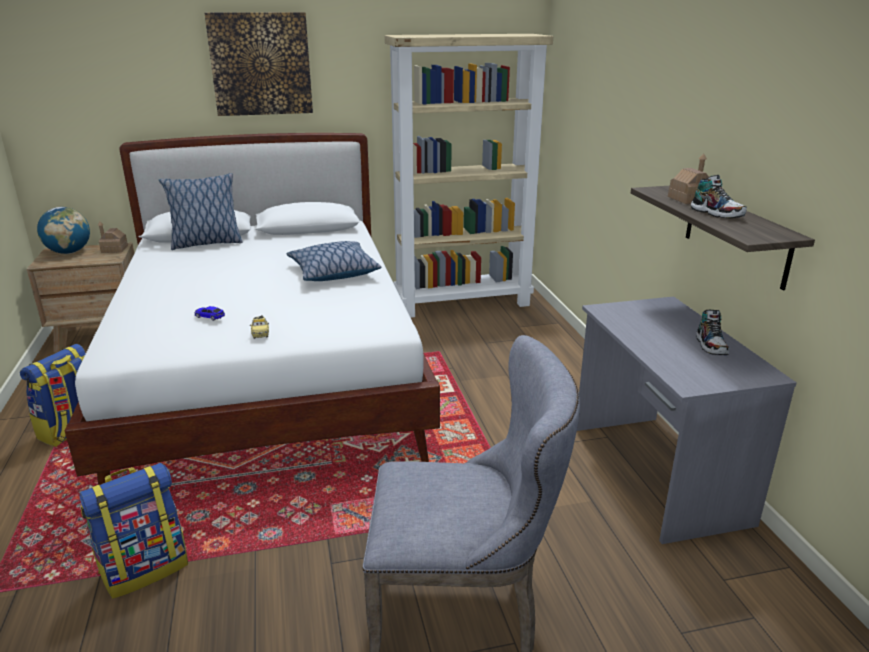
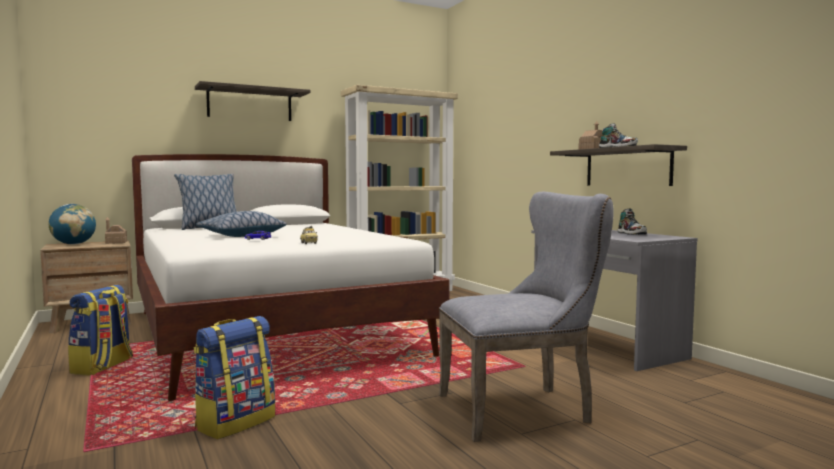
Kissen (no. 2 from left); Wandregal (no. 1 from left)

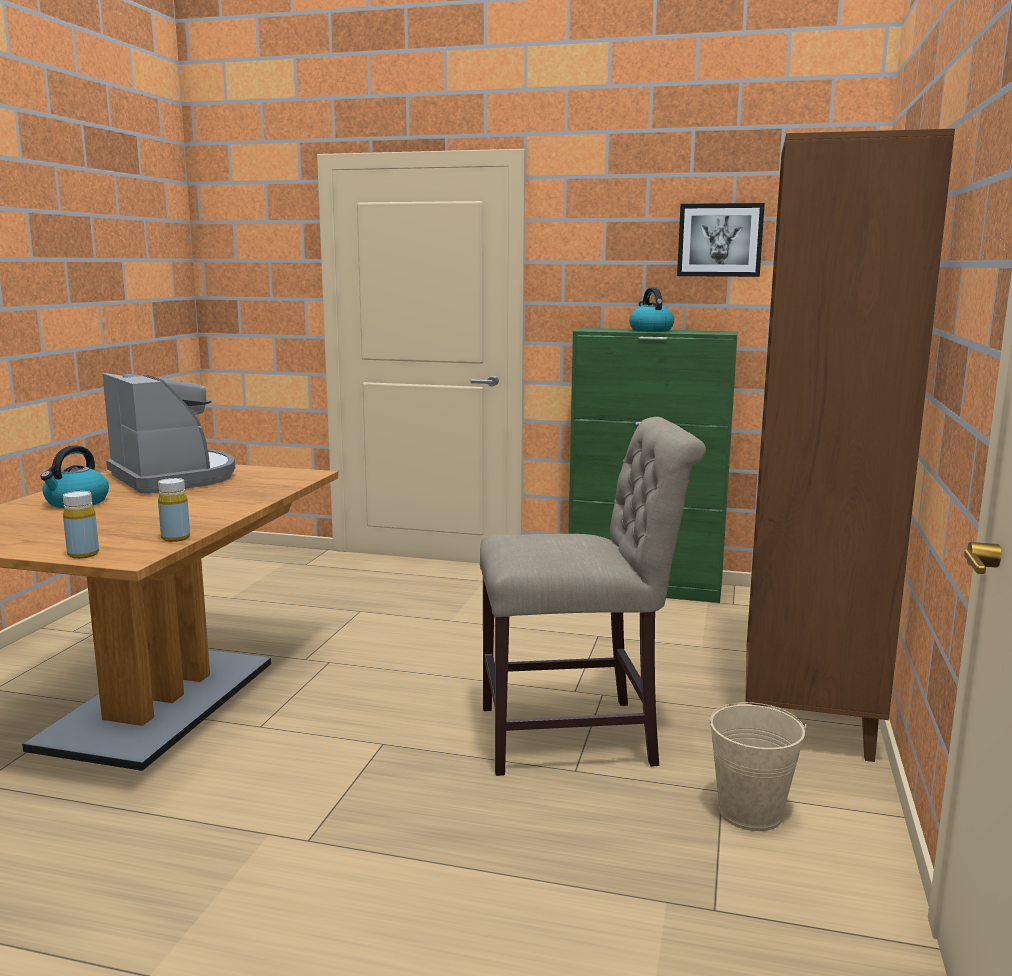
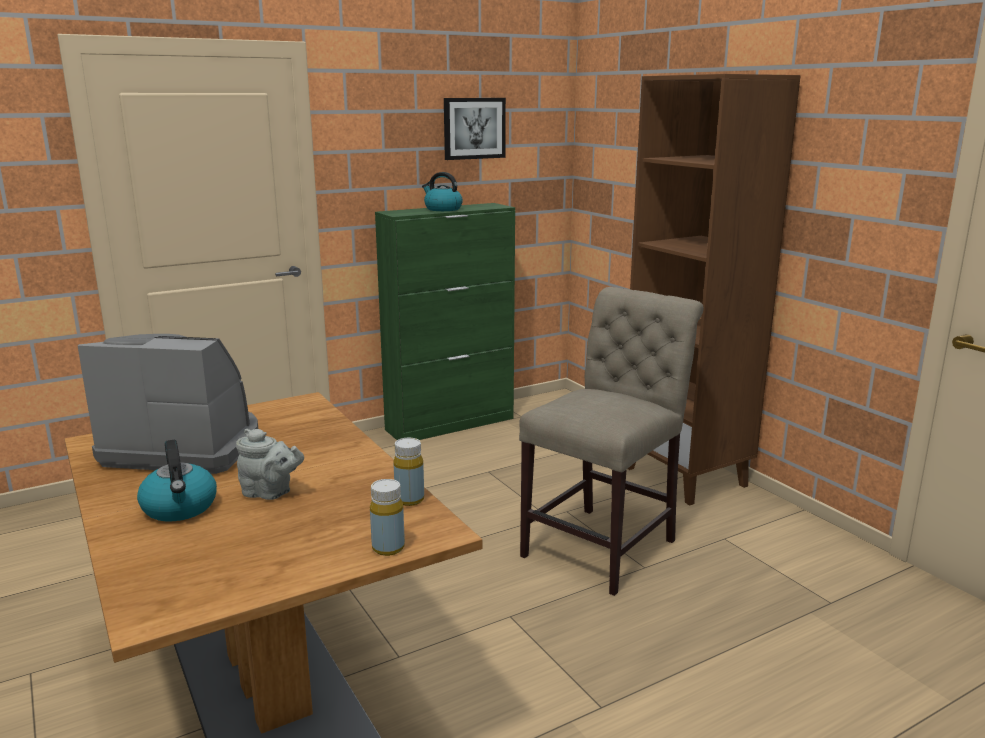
Eimer/beige; Teekanne/grau

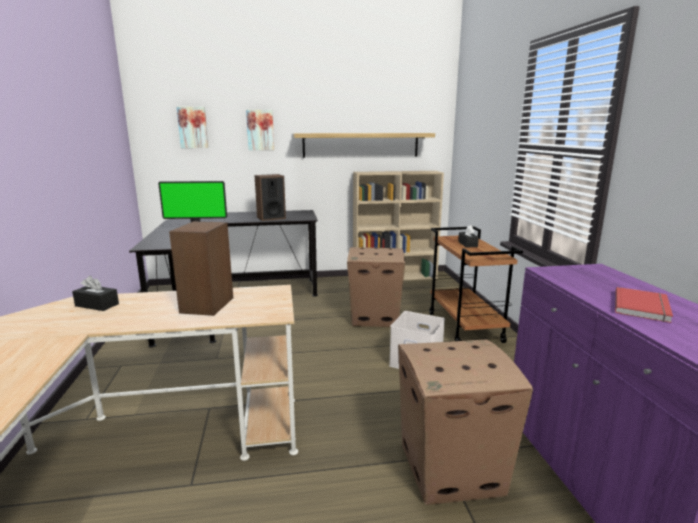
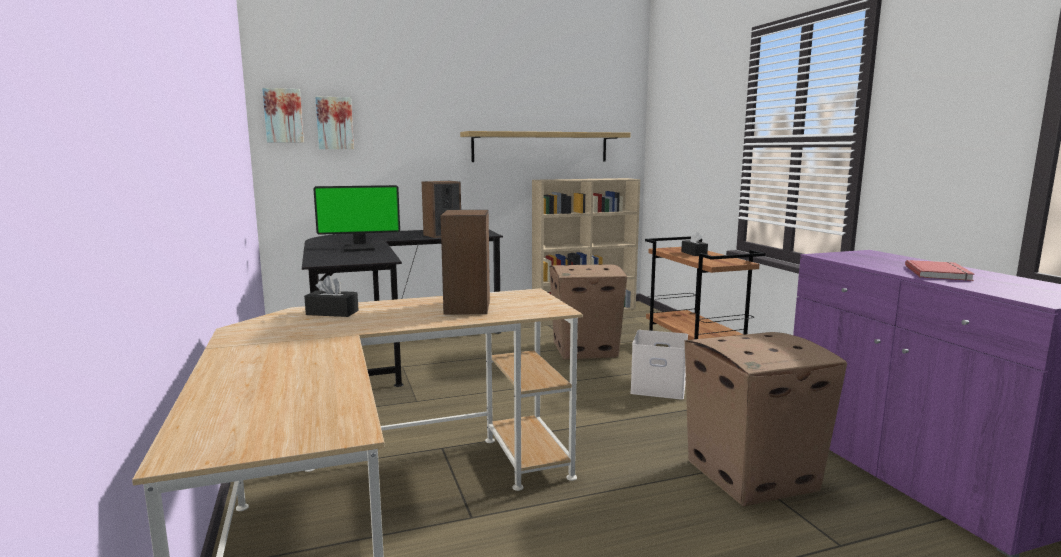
Bild (no. 1 from left)

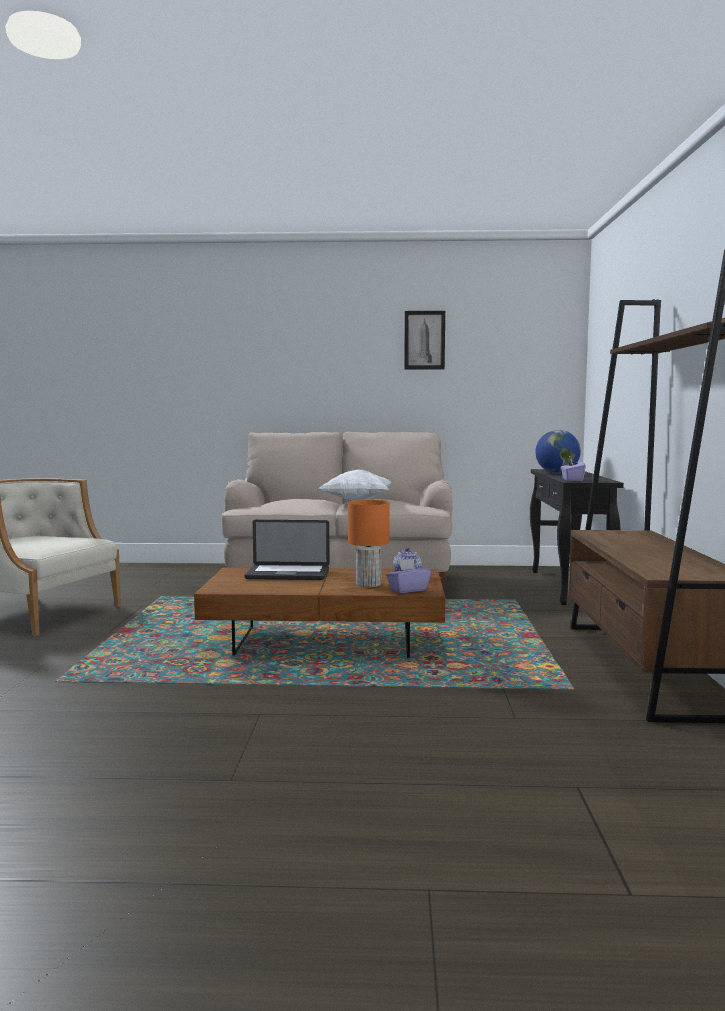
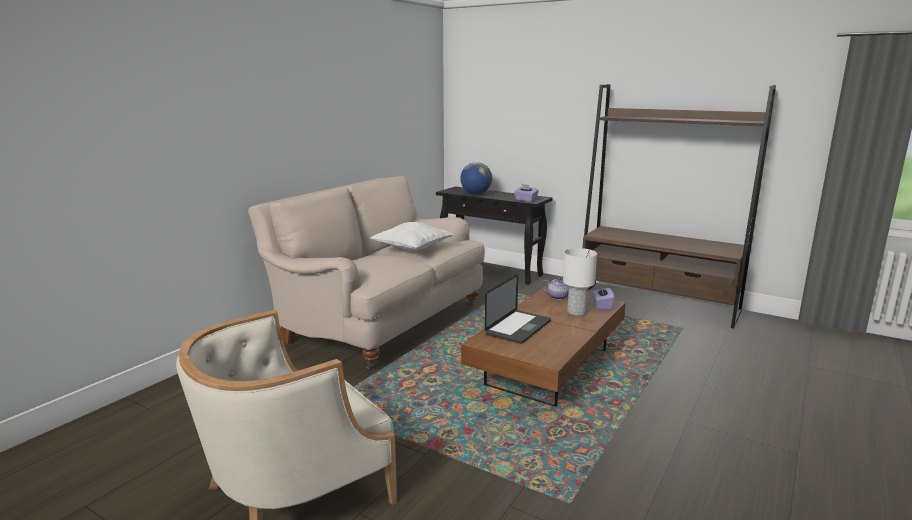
Bild; Tischlampe/weiß

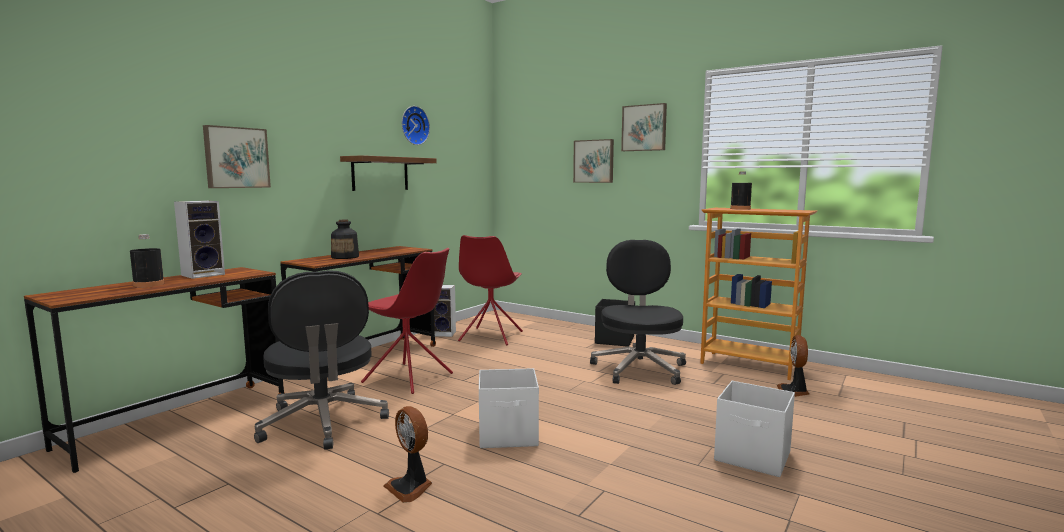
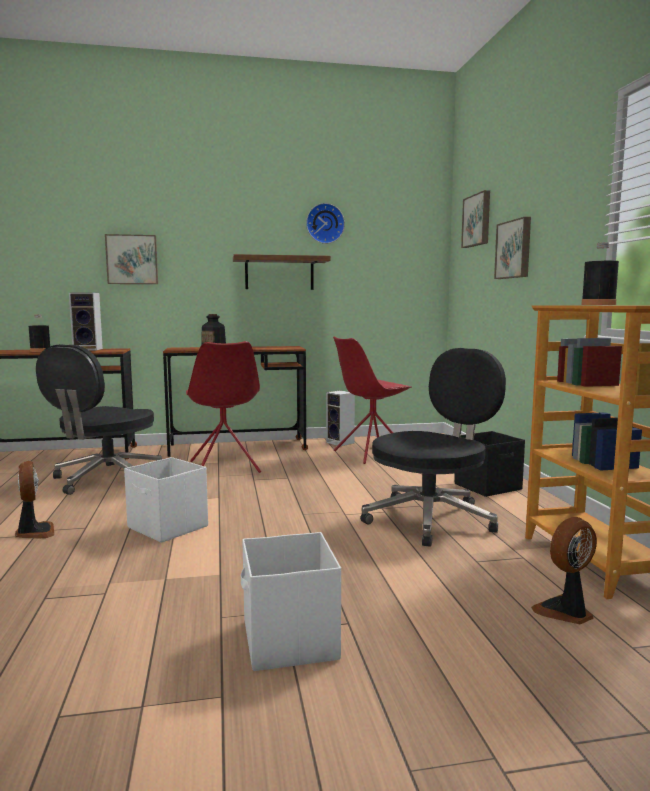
Bild (no. 2 from left); Ventilator (no. 1 from left)

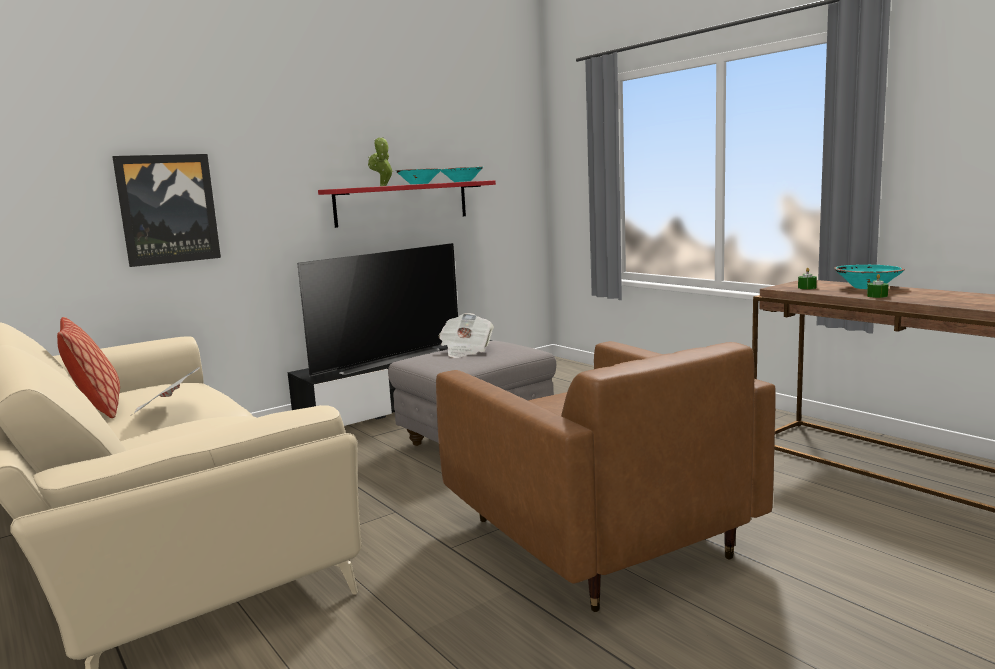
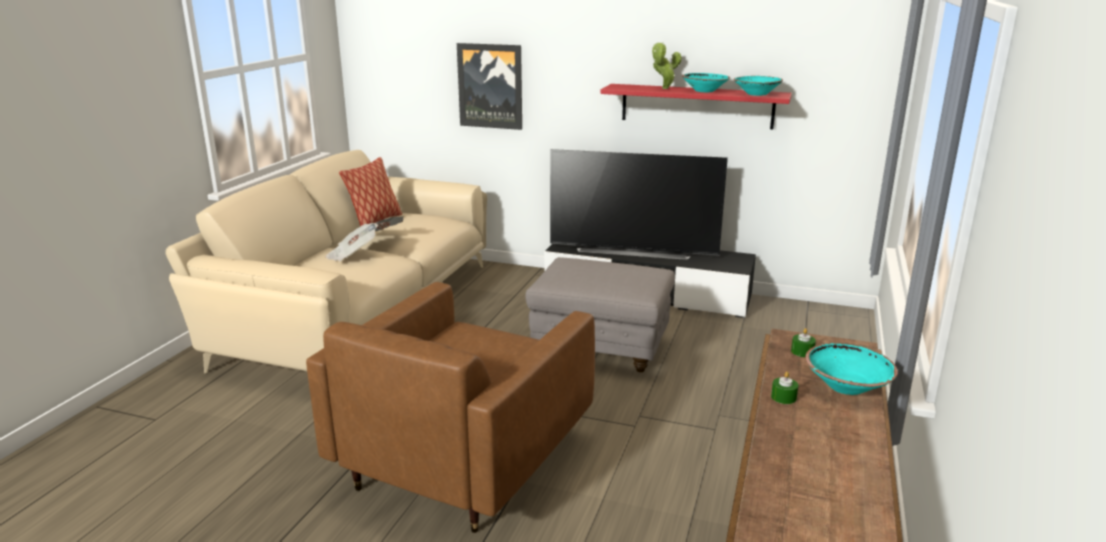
Zeitung (no. 1 from left)

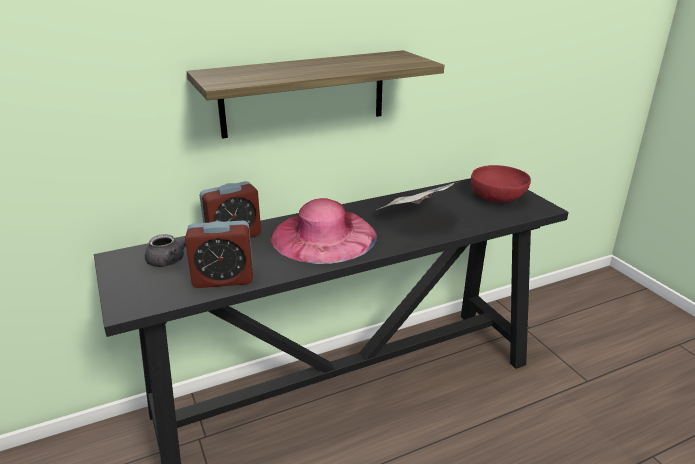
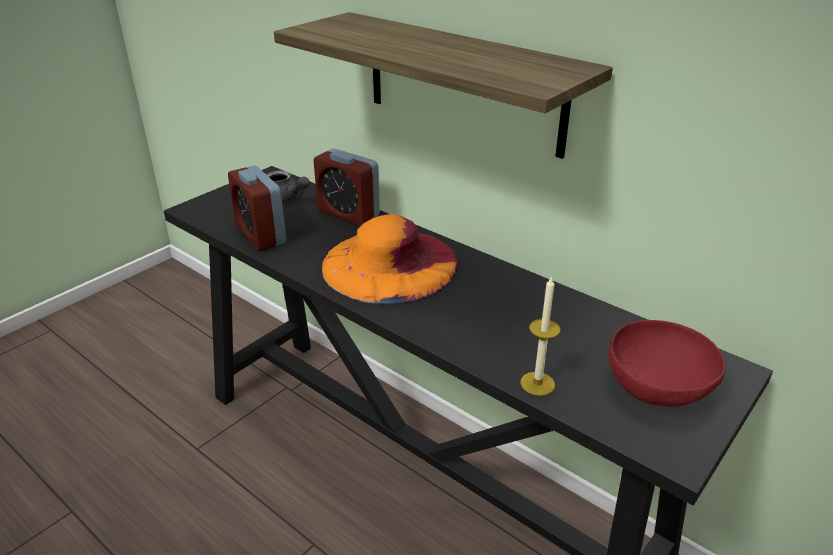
Zeitung; Kerze; Hut/orange

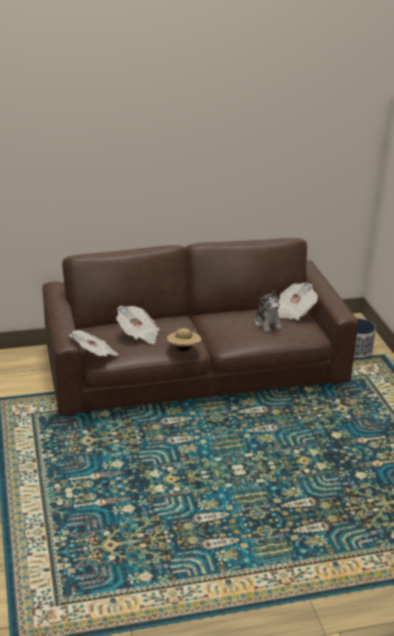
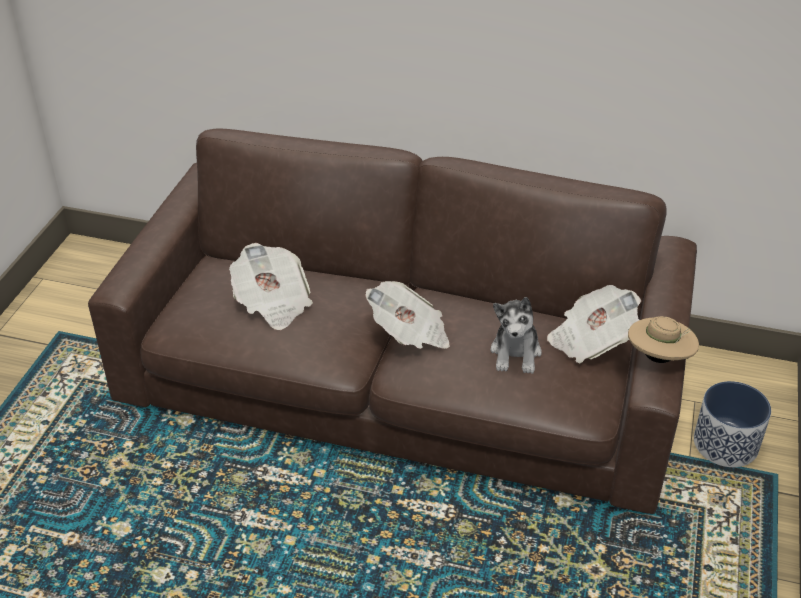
Zeitung (no. 2 from left); Hut/beige

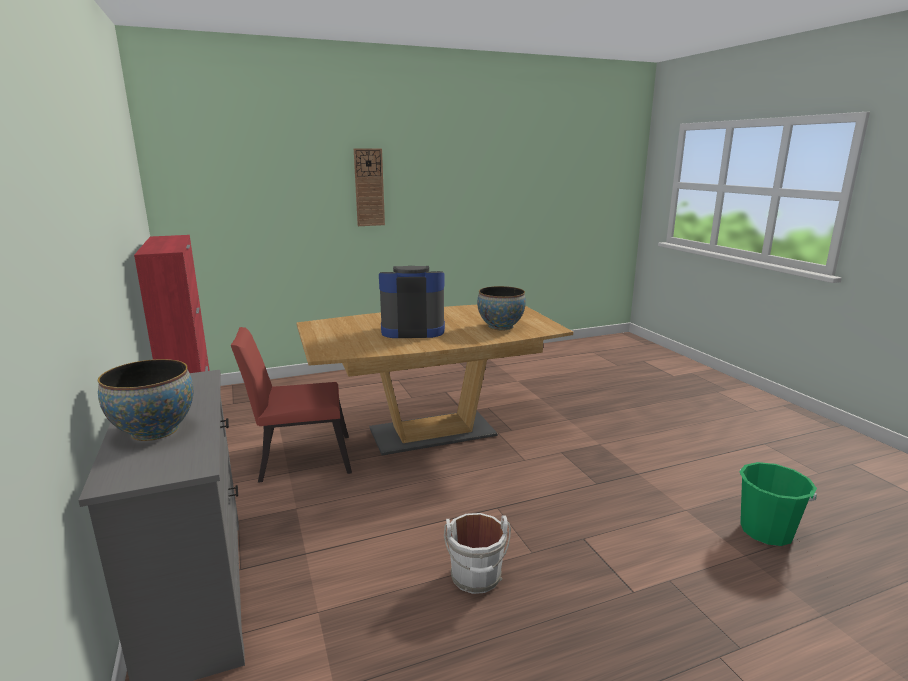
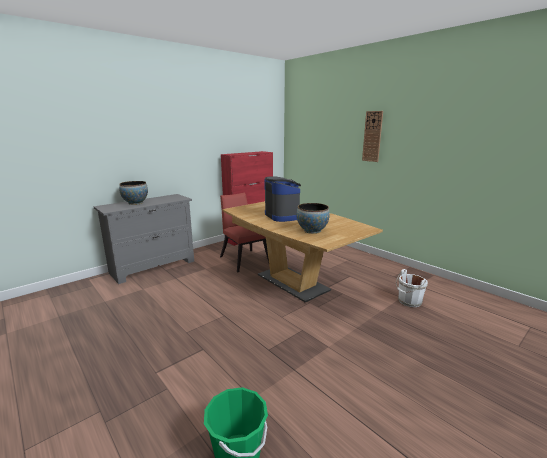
Eimer/weiß

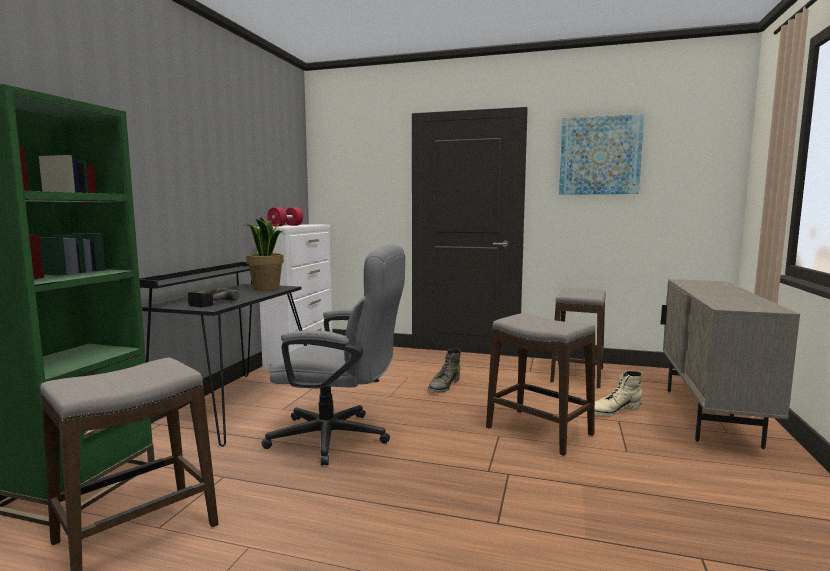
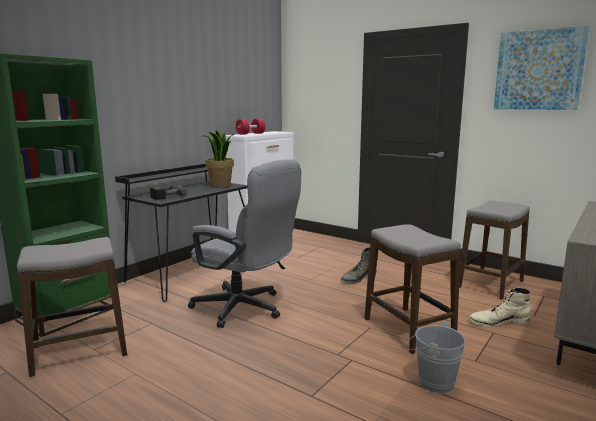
Eimer/grau

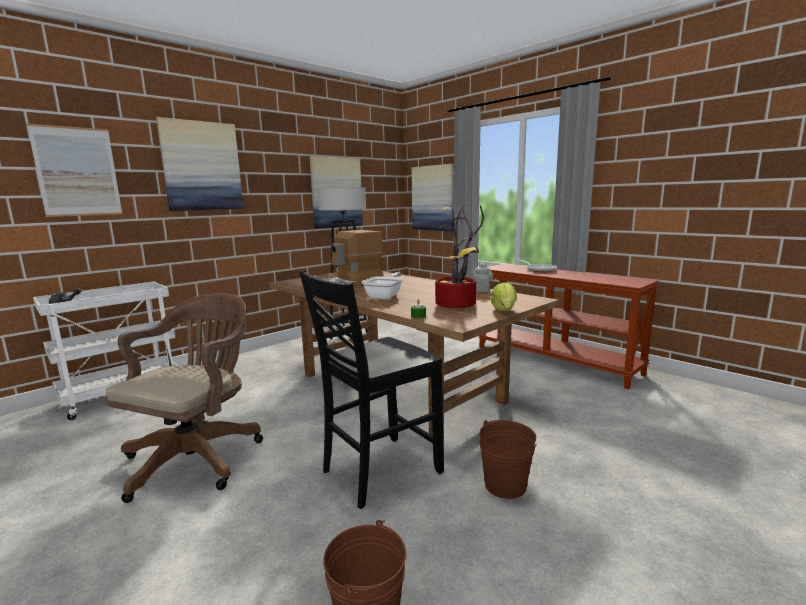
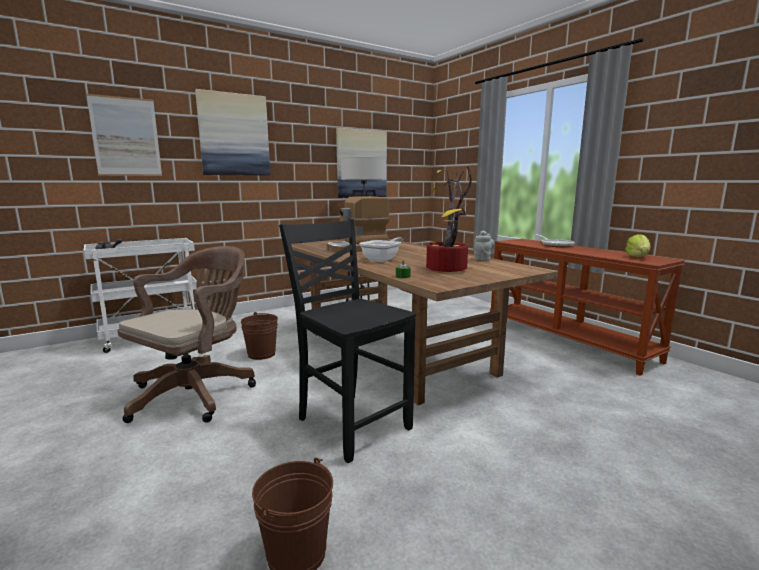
Bild (no. 4 from left in the first image); Eimer/braun (no. 1 from left); Salatkopf; Stuhl/schwarz

